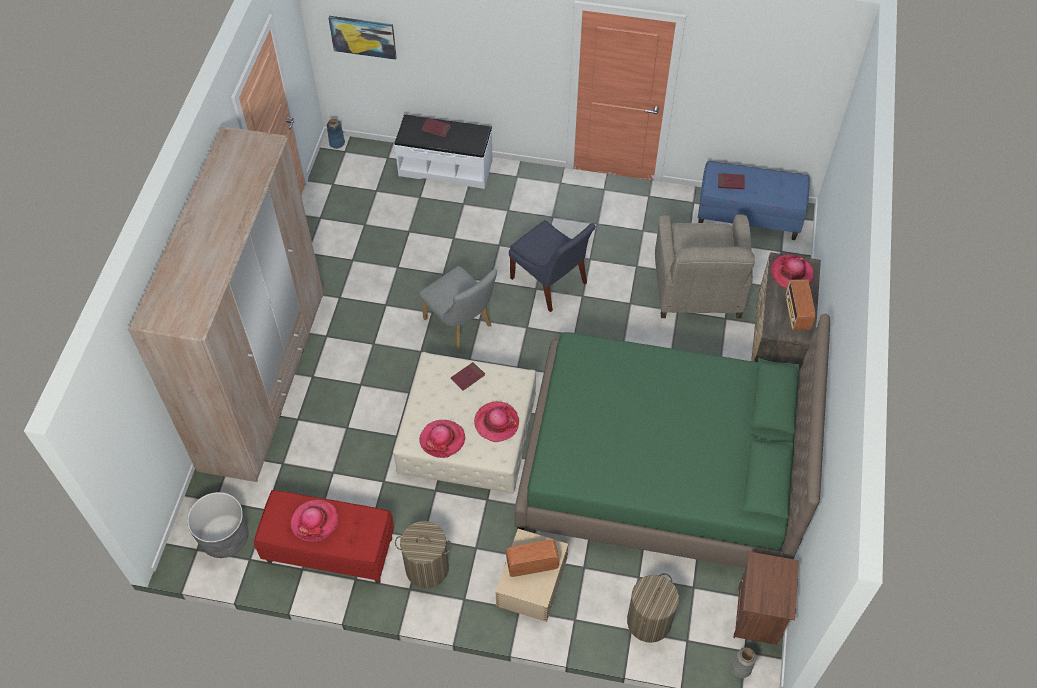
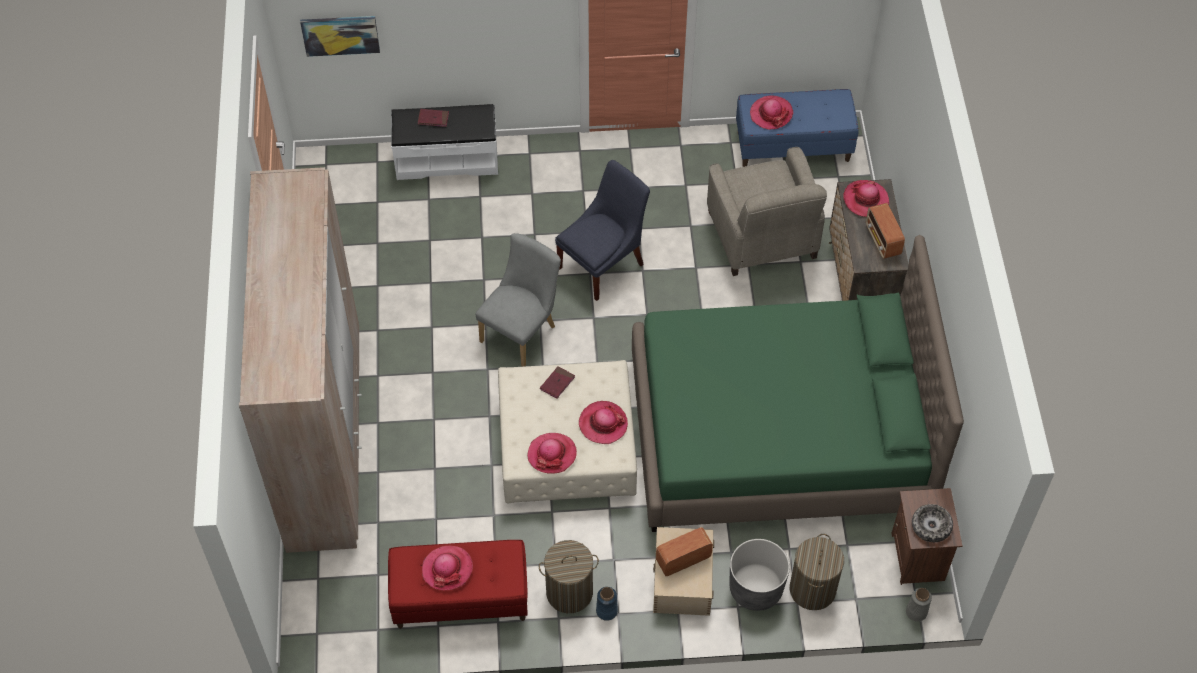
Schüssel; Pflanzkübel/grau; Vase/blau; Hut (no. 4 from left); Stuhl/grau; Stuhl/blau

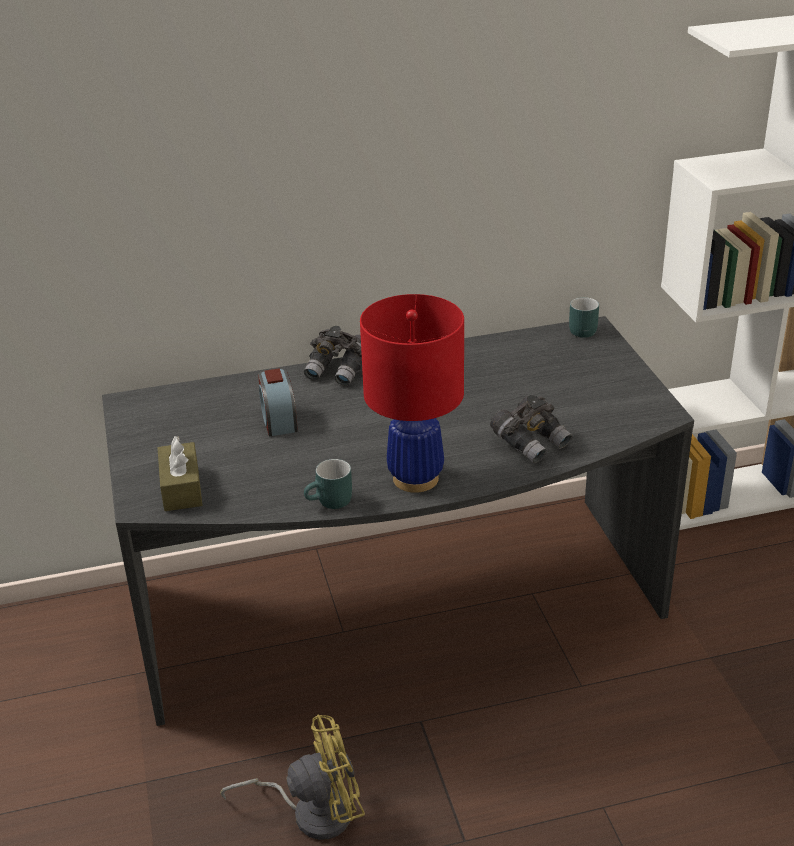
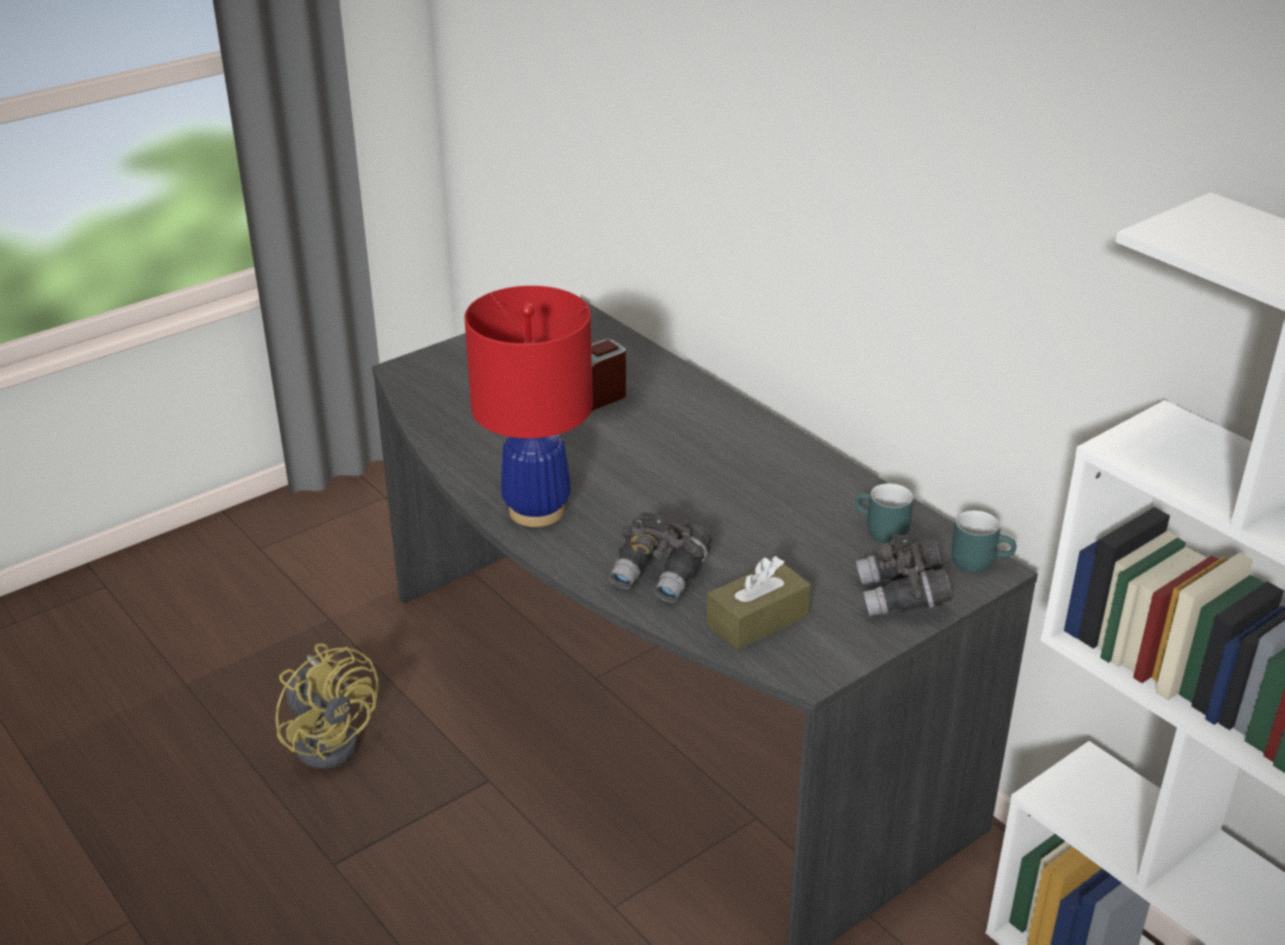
Taschentuchbox/braun; Fernglas/grau (no. 2 from left); Henkelbecher/türkis (no. 1 from left)

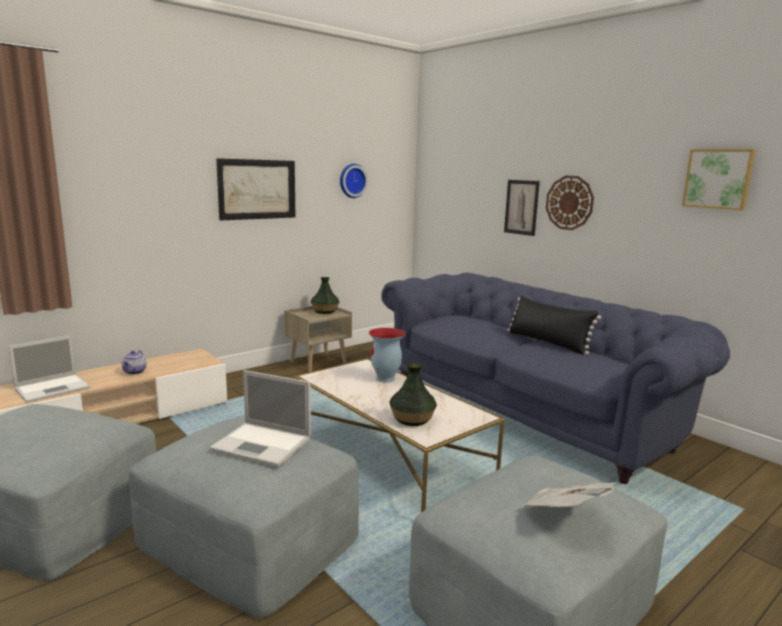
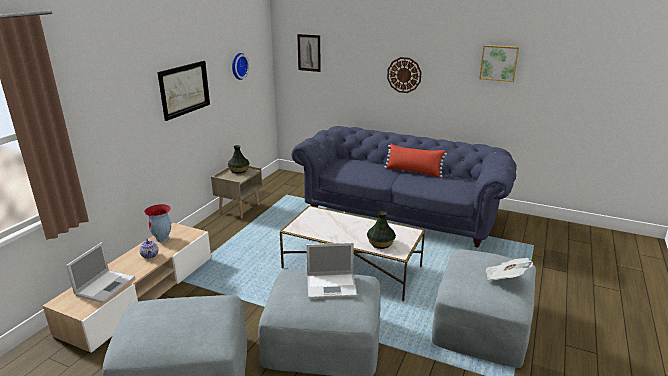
Vase (no. 1 from left); Bild (no. 2 from left); Kissen/rot

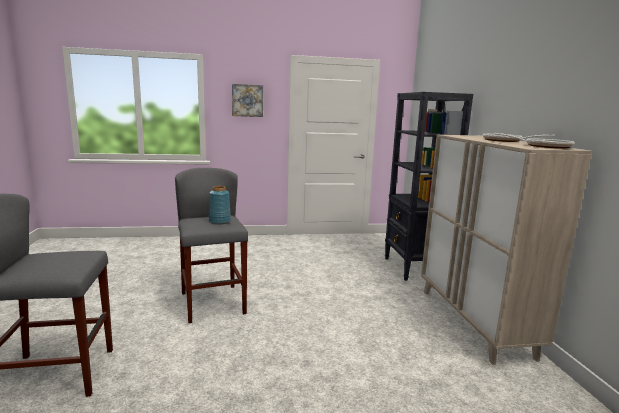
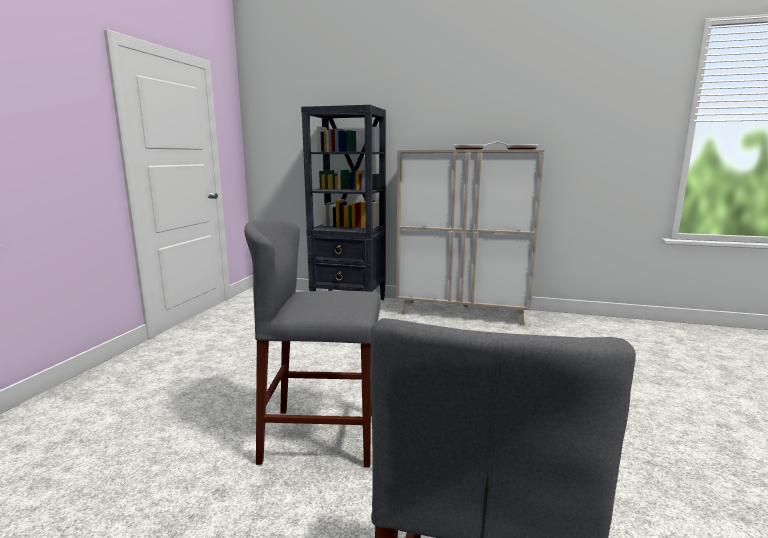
Vase/blau; Bild

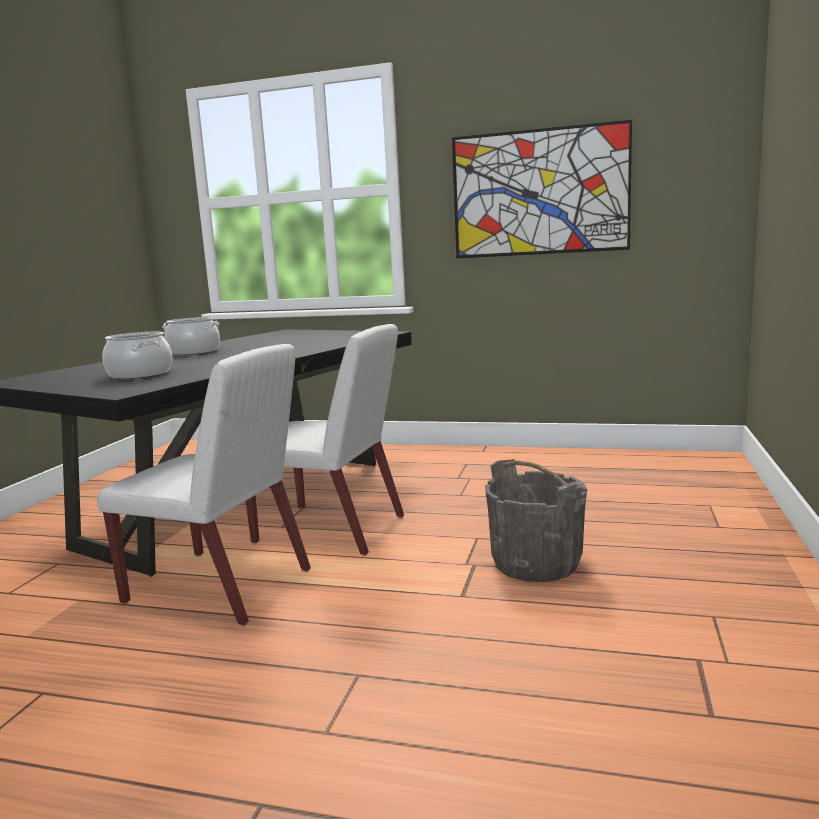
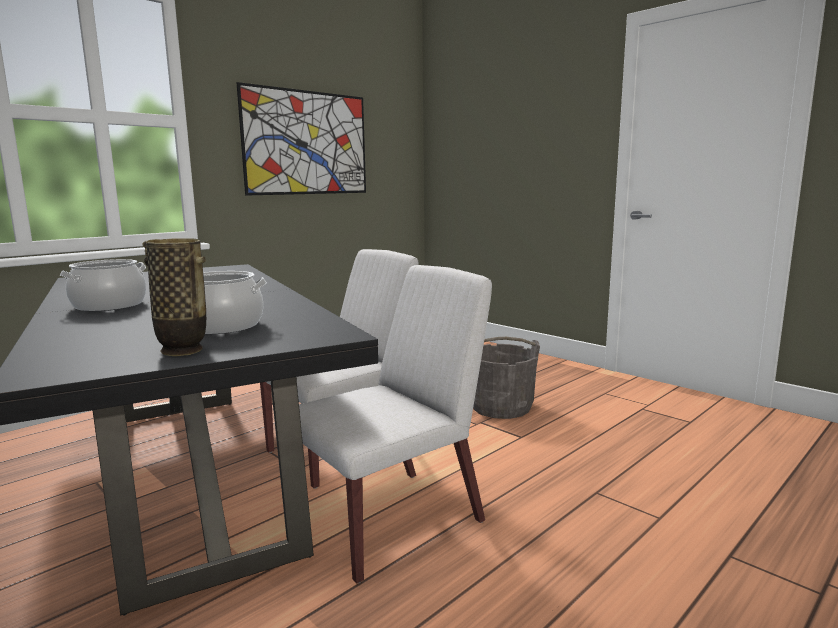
Vase

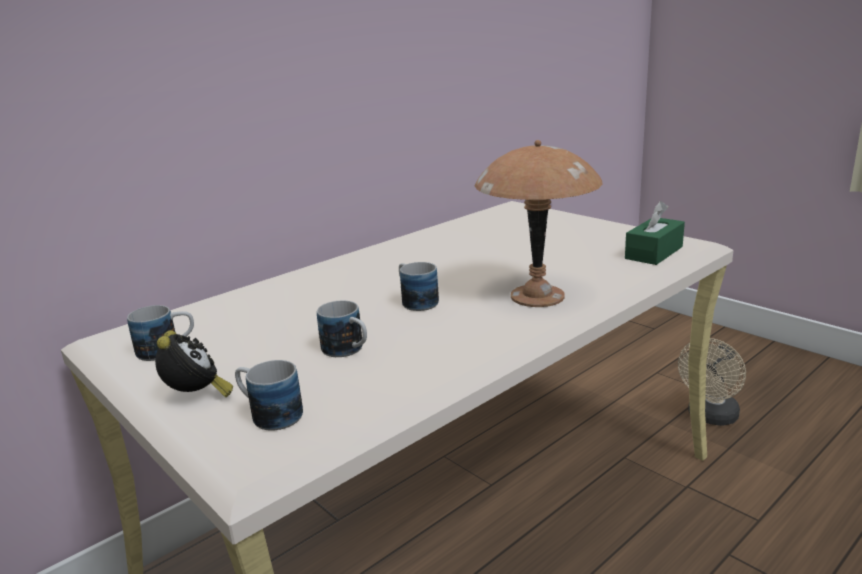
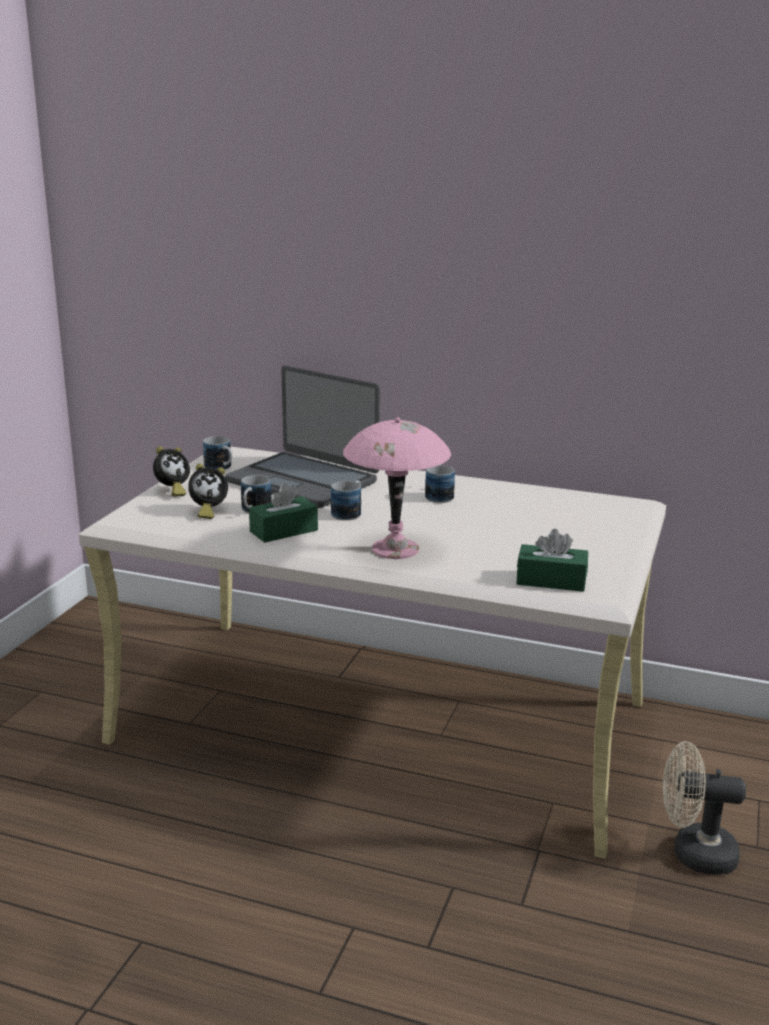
Wecker (no. 2 from left); Laptop; Taschentuchbox/grün (no. 1 from left); Henkelbecher (no. 4 from left); Tischlampe/rosa

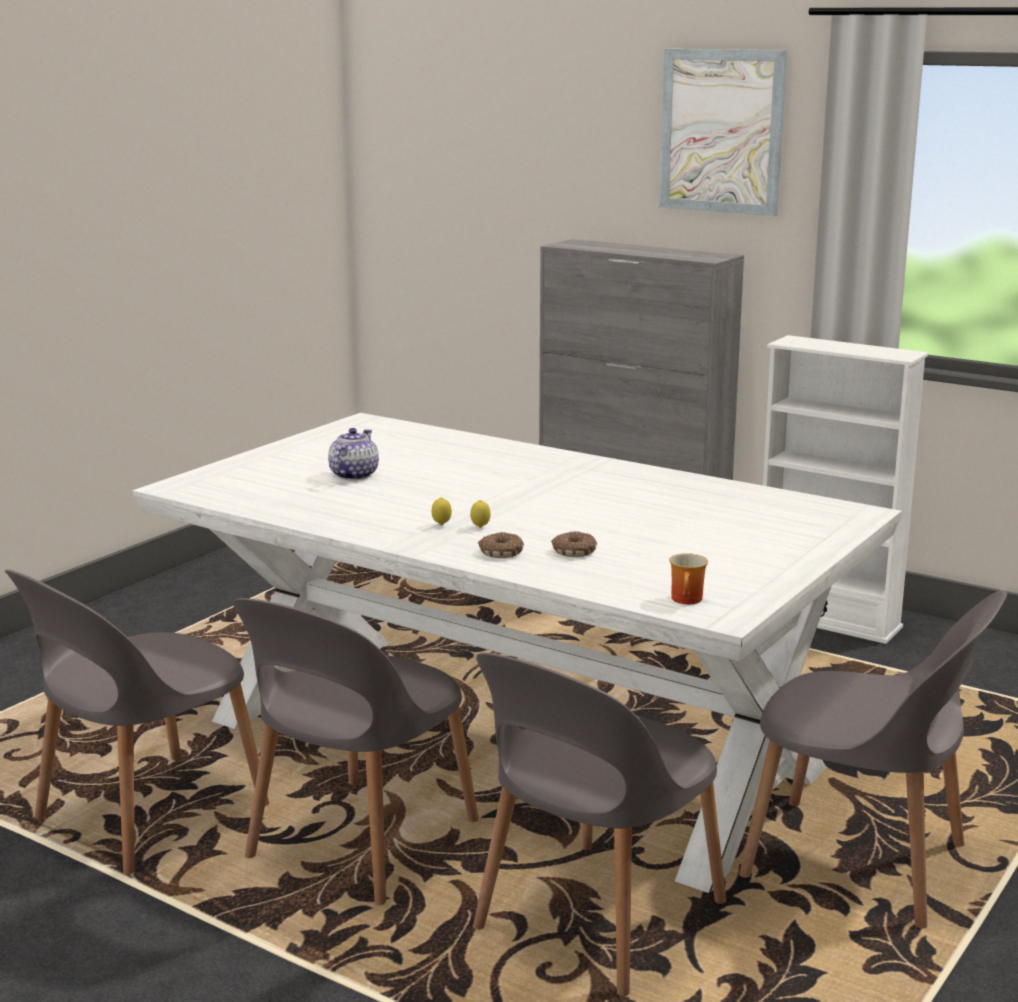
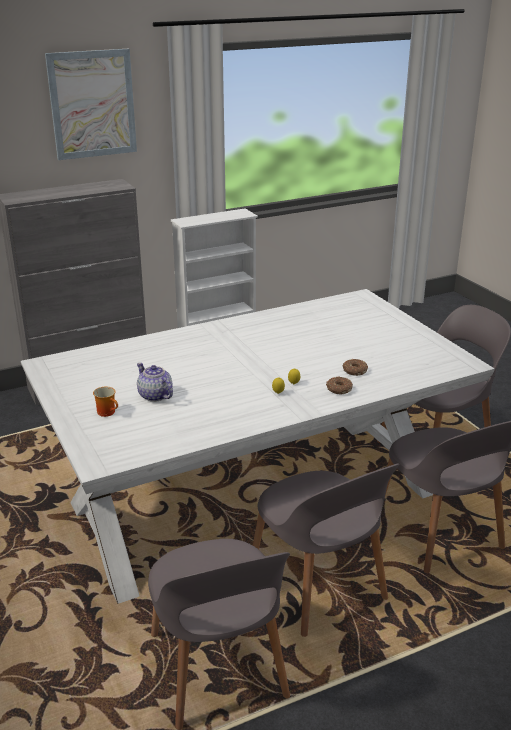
Henkelbecher

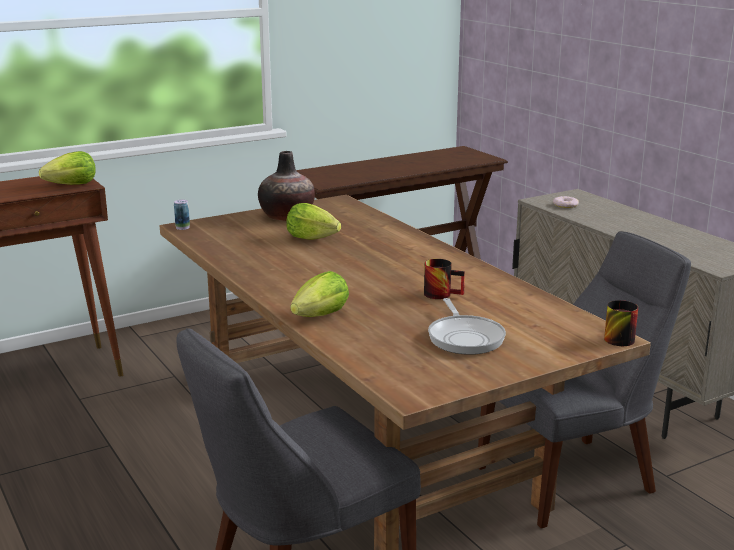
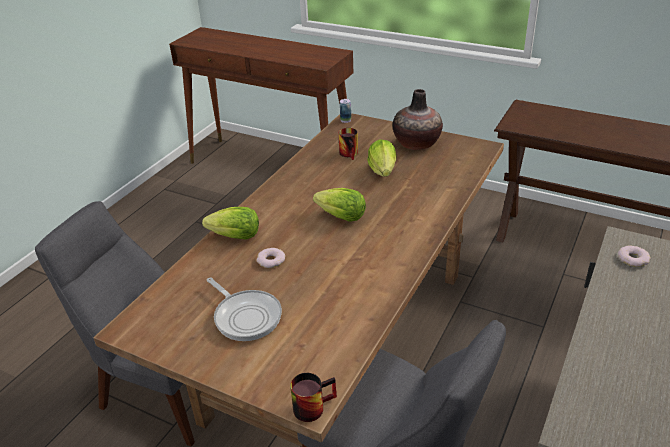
Donut (no. 1 from left); Salatkopf (no. 2 from left); Henkelbecher (no. 2 from left); Pfanne

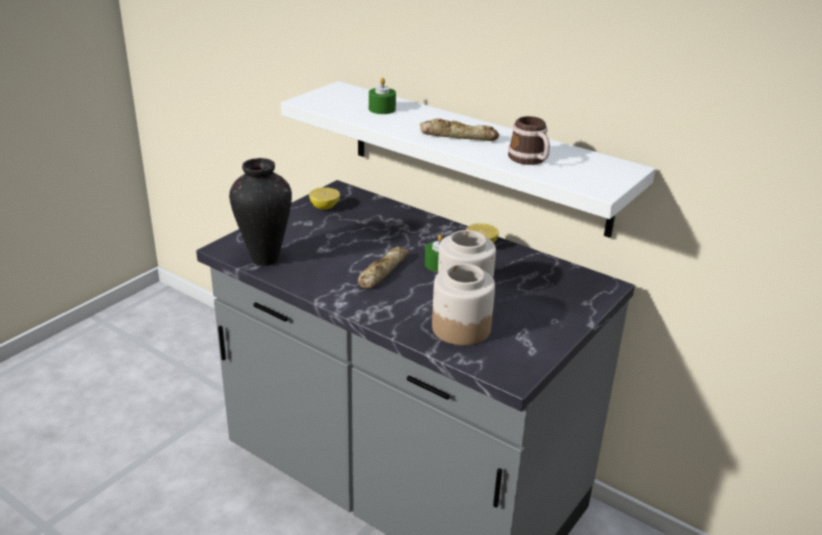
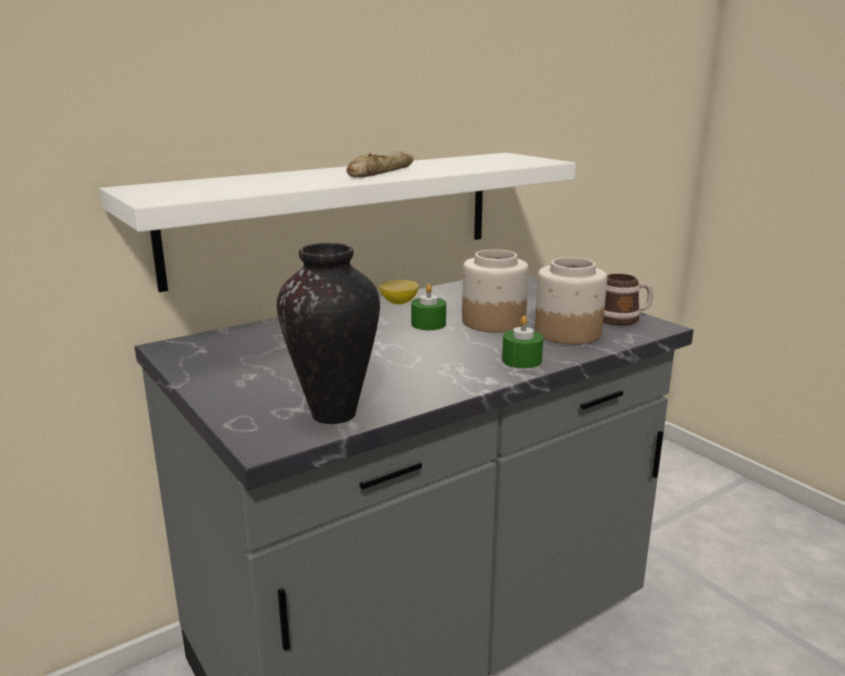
Zitrone (no. 1 from left in the first image); Brot (no. 1 from left in the first image); Kerze/grün (no. 2 from left); Henkelbecher

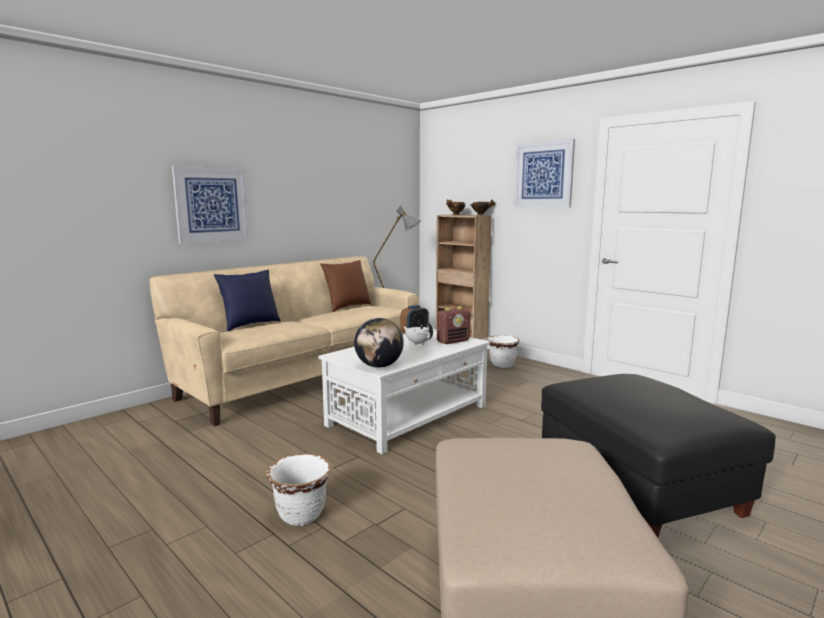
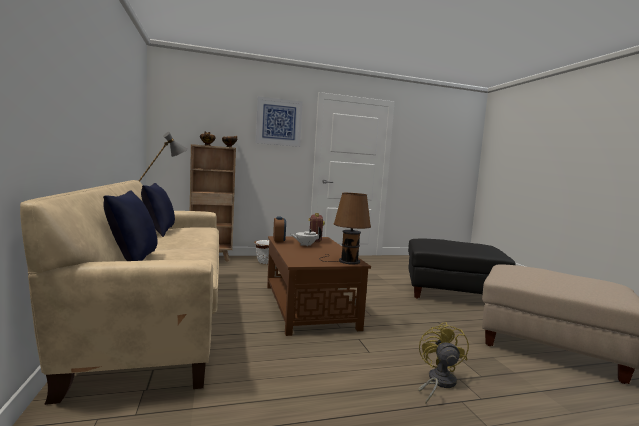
Bild (no. 1 from left in the first image); Ventilator/gelb; Tischlampe/braun; Couchtisch/braun; Kissen/blau (no. 2 from left)

